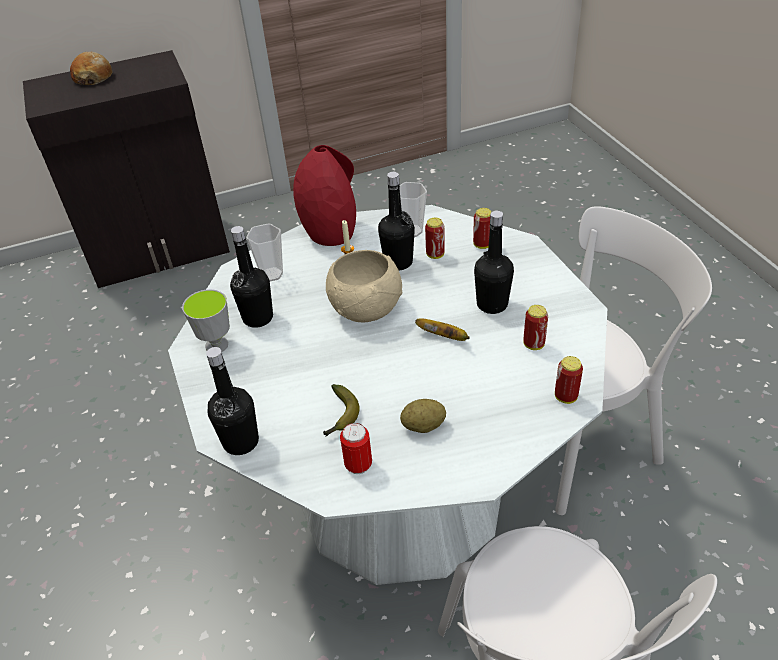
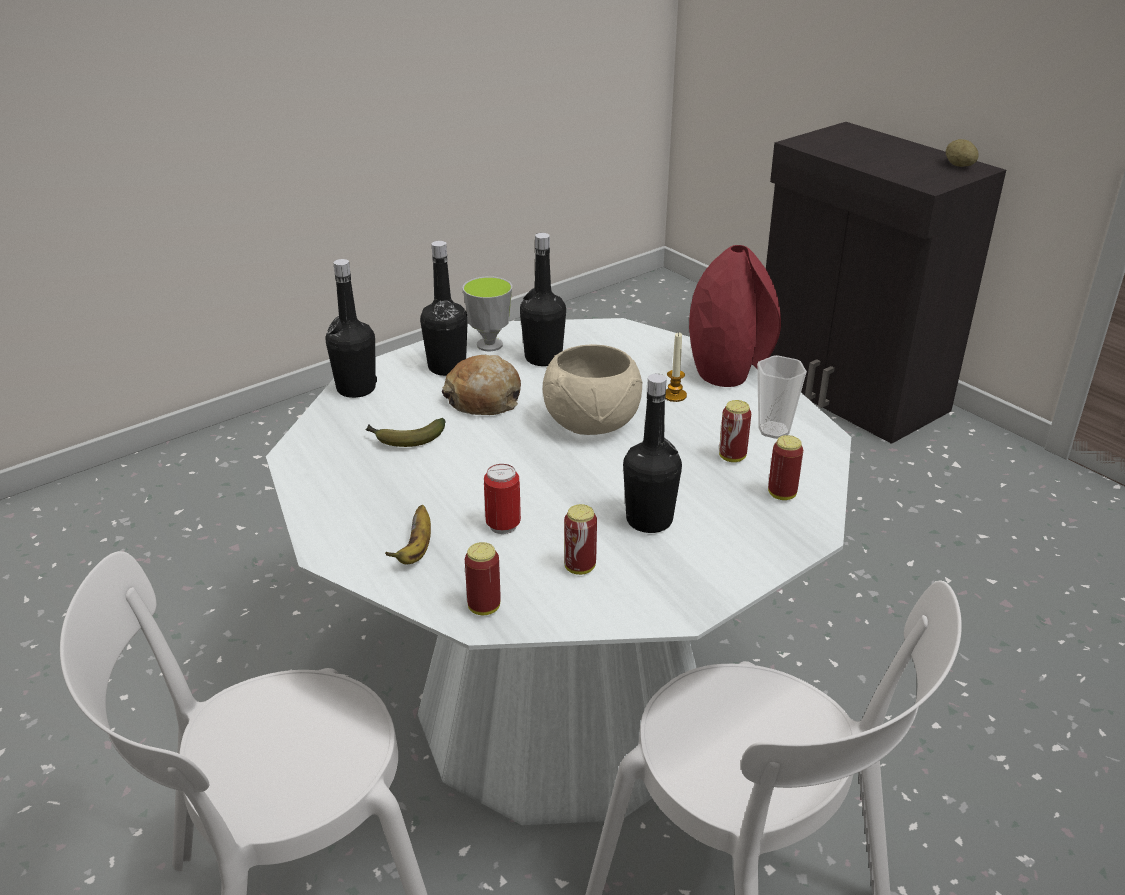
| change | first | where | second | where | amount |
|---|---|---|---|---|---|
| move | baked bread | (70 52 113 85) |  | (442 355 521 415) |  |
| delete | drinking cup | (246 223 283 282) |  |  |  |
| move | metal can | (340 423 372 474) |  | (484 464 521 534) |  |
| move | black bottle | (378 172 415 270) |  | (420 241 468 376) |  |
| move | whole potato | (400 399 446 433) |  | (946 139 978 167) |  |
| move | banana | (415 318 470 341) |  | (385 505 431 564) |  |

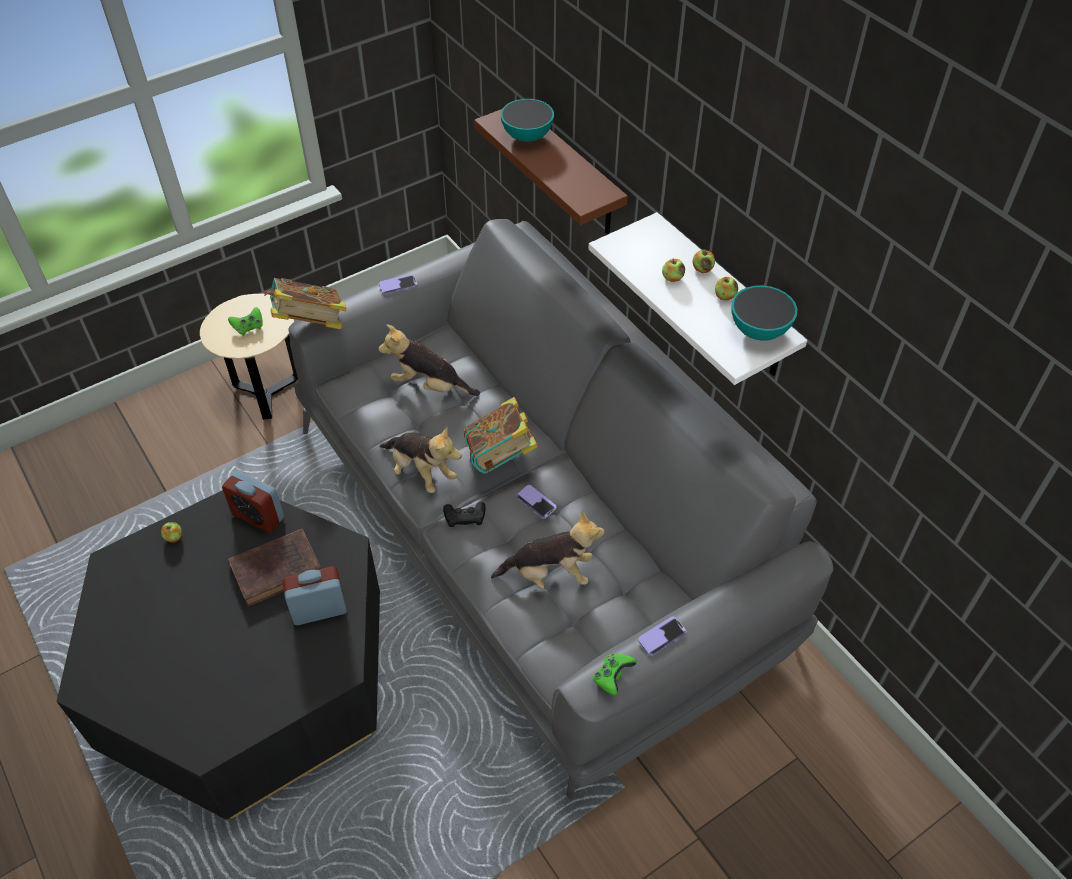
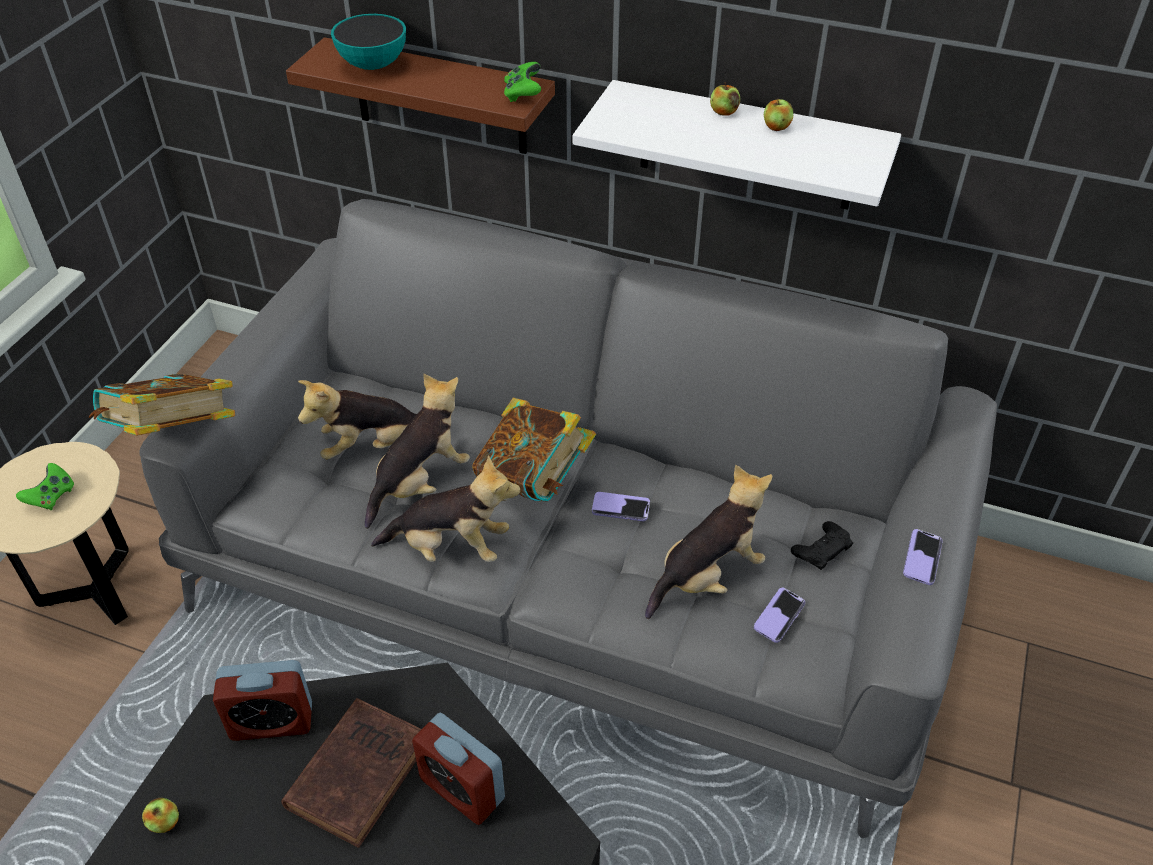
| change | first | where | second | where | amount |
|---|---|---|---|---|---|
| rotate | table clock | (282 566 347 625) |  | (412 713 505 825) | 90 degrees counterclockwise |
| move | telephone | (379 274 417 295) |  | (754 588 805 643) |  |
| move | black gamepad | (443 502 486 527) |  | (791 521 853 570) |  |
| move | greenish gamepad | (593 654 637 695) |  | (504 62 541 102) |  |
| delete | apple | (662 259 685 282) |  |  |  |
| delete | bowl | (731 285 797 341) |  |  |  |
| insert |  |  | cuddly toy | (365 374 470 529) |  |

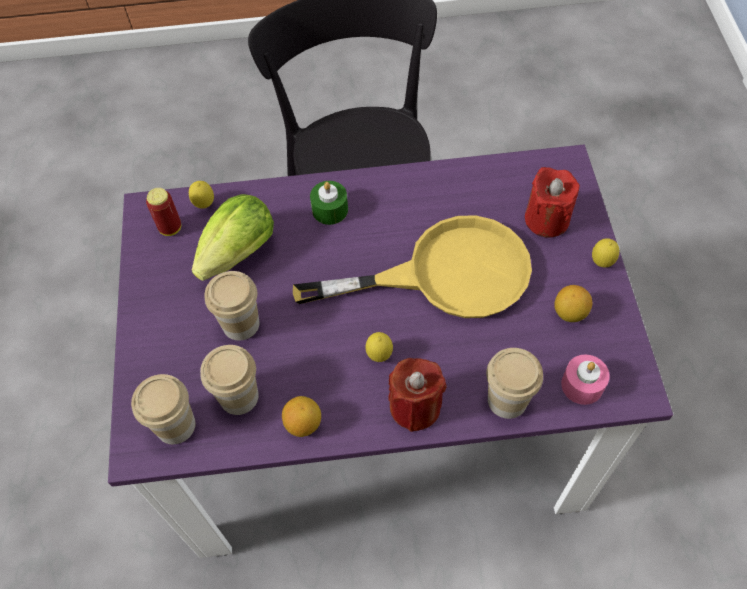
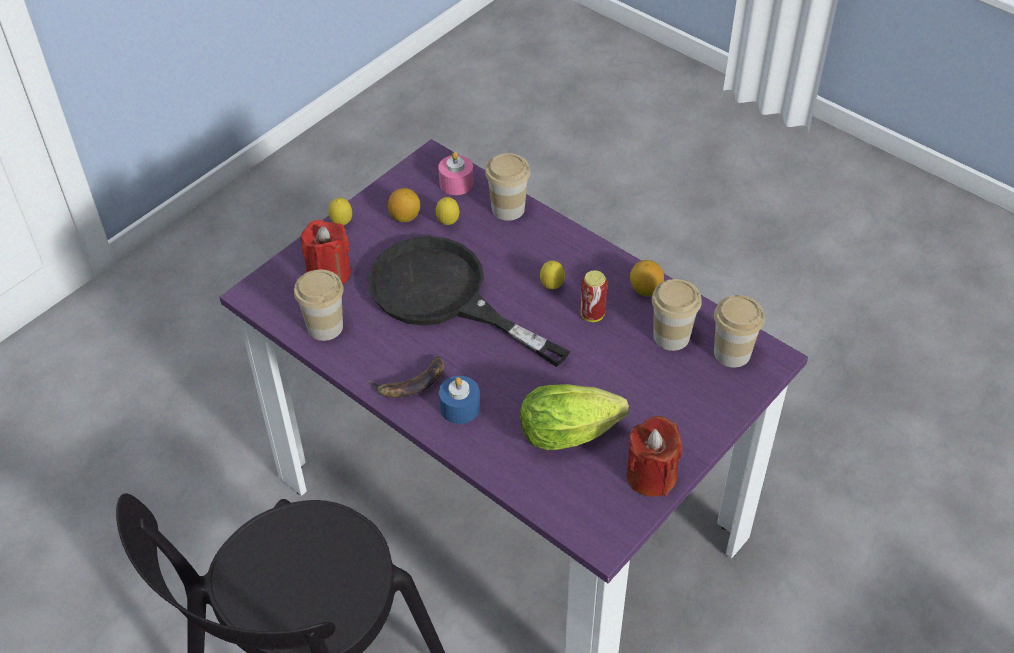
| change | first | where | second | where | amount |
|---|---|---|---|---|---|
| move | metal can | (146 188 181 236) |  | (580 270 608 322) |  |
| move | citrus fruit | (189 181 214 209) |  | (436 197 459 225) |  |
| move | drinking cup | (205 271 260 341) |  | (294 270 344 341) |  |
| recolor | yellowish frying pan | (293 215 532 318) | black frying pan | (368 236 570 367) |  |
| recolor | greenish wax candle | (310 181 348 225) | bluish wax candle | (439 376 480 424) |  |
| move | red wax candle | (388 358 446 432) |  | (626 416 683 497) |  |
| insert |  |  | banana | (369 356 444 398) |  |

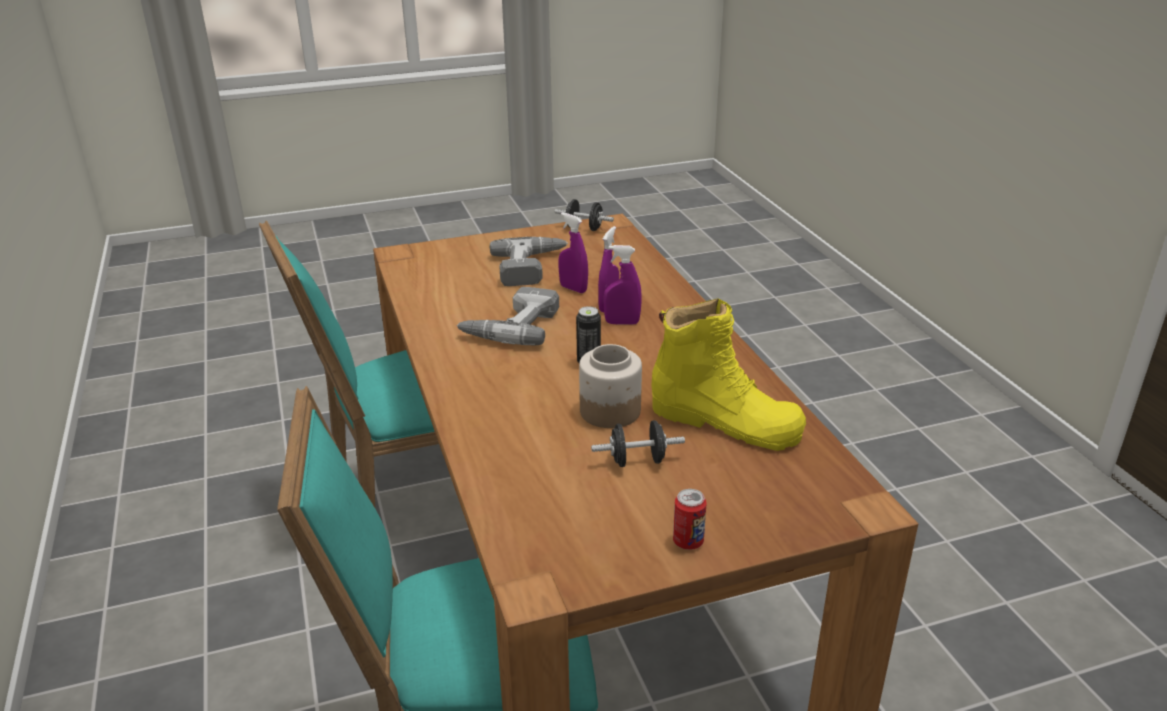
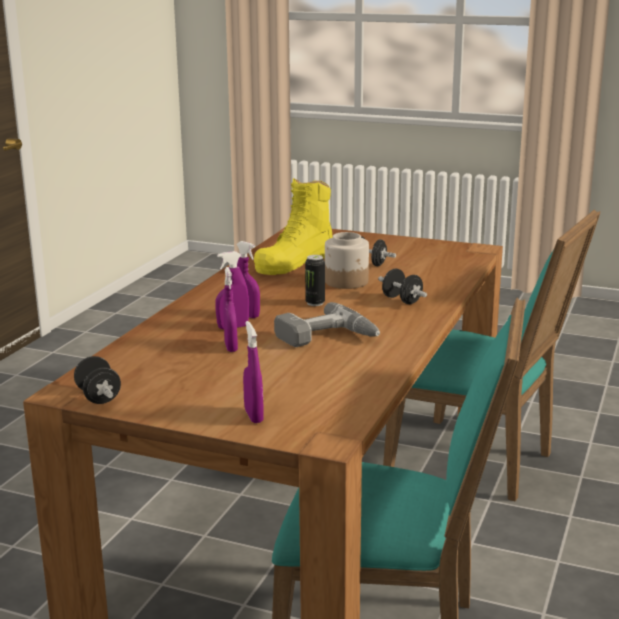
| change | first | where | second | where | amount |
|---|---|---|---|---|---|
| delete | electric drill | (490 237 568 286) |  |  |  |
| rotate | yellowish tall boot | (651 299 806 451) |  | (254 178 333 275) | 120 degrees counterclockwise |
| delete | metal can | (673 489 707 550) |  |  |  |
| insert |  |  | purple sprayer | (243 321 264 423) |  |
| insert |  |  | black free weight | (378 269 427 304) |  |

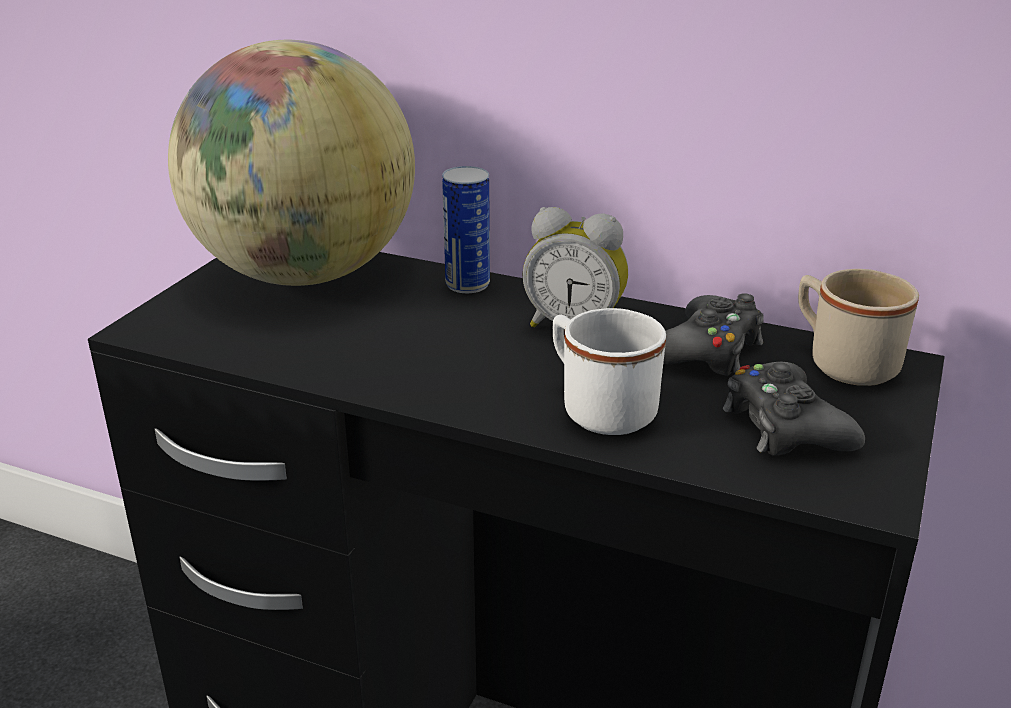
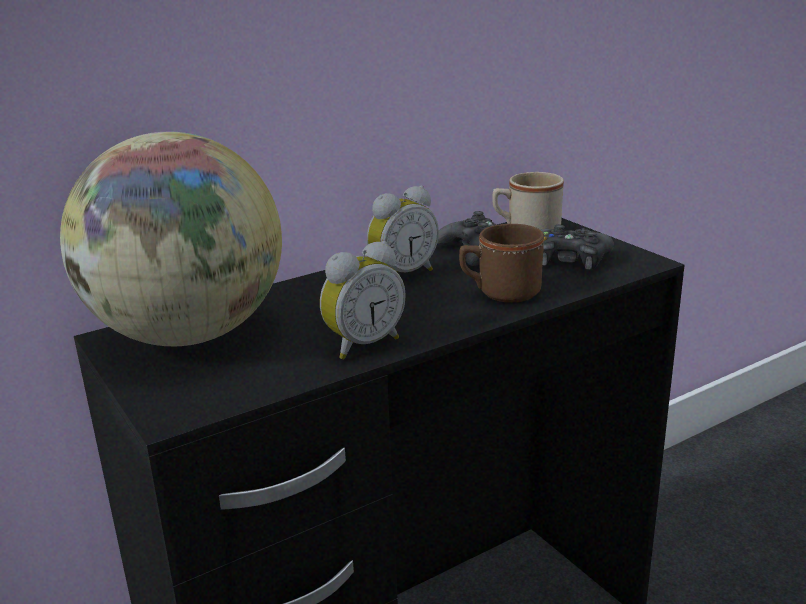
| change | first | where | second | where | amount |
|---|---|---|---|---|---|
| delete | metal can | (442 166 490 293) |  |  |  |
| recolor | white-coloured coffee mug | (553 308 666 435) | brown-coloured coffee mug | (459 224 544 303) |  |
| insert |  |  | table clock | (320 241 406 359) |  |

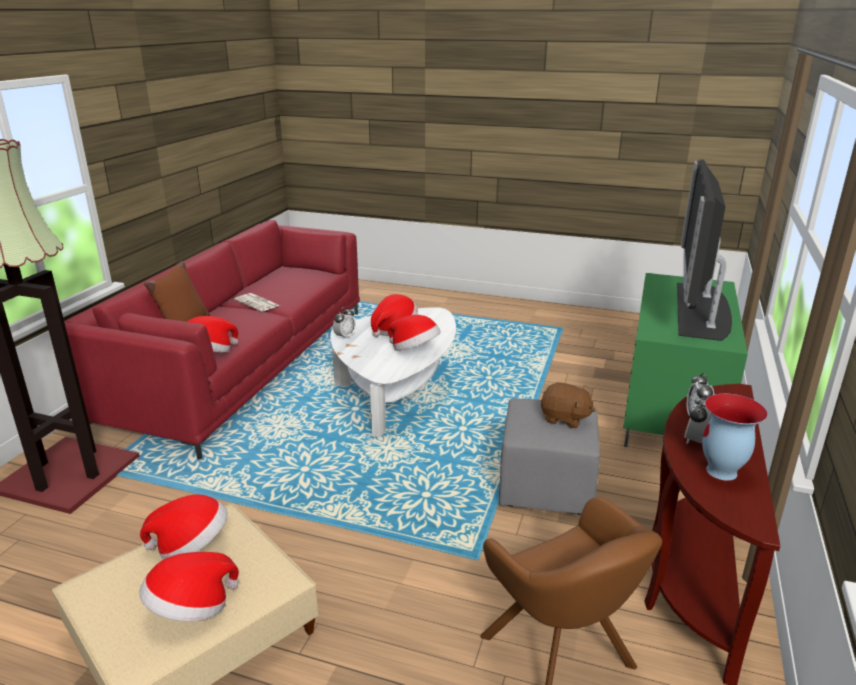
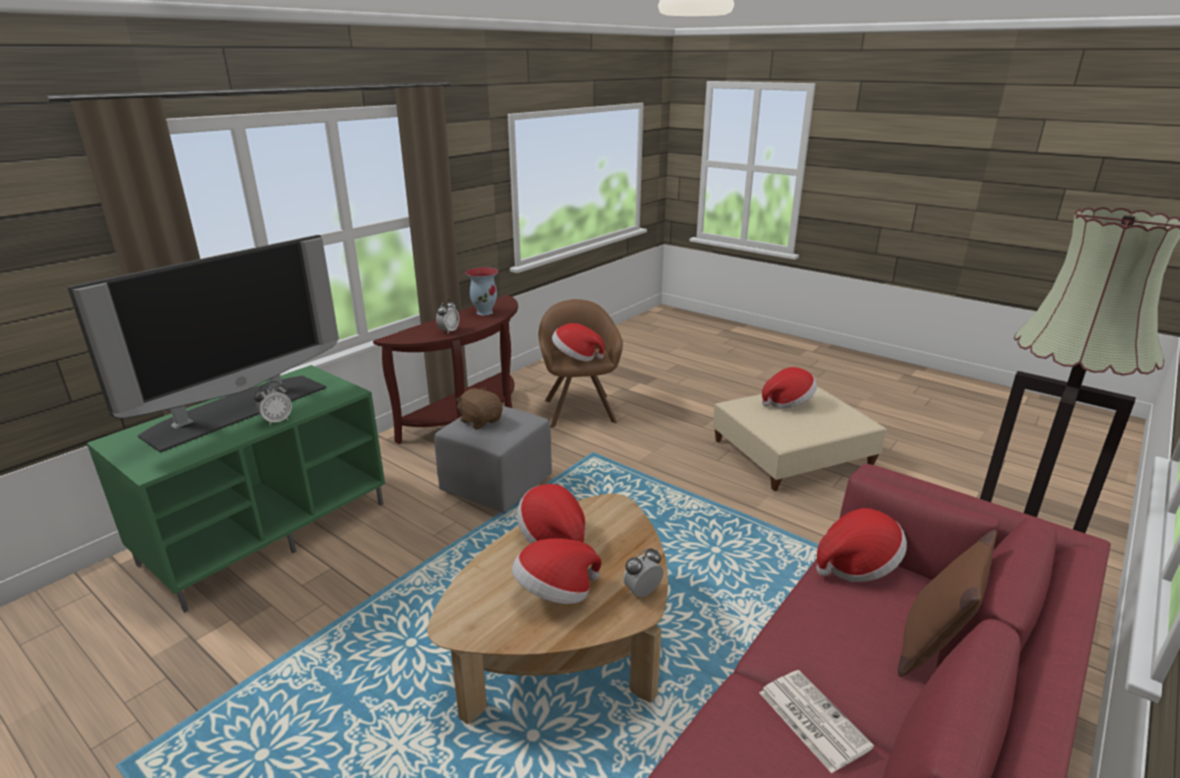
| change | first | where | second | where | amount |
|---|---|---|---|---|---|
| move | wearable hat | (140 494 228 560) |  | (552 323 604 362) |  |
| recolor | white-coloured coffee table | (330 307 456 437) | brown-coloured coffee table | (427 494 668 724) |  |
| move | table clock | (684 395 711 444) |  | (254 381 292 426) |  |

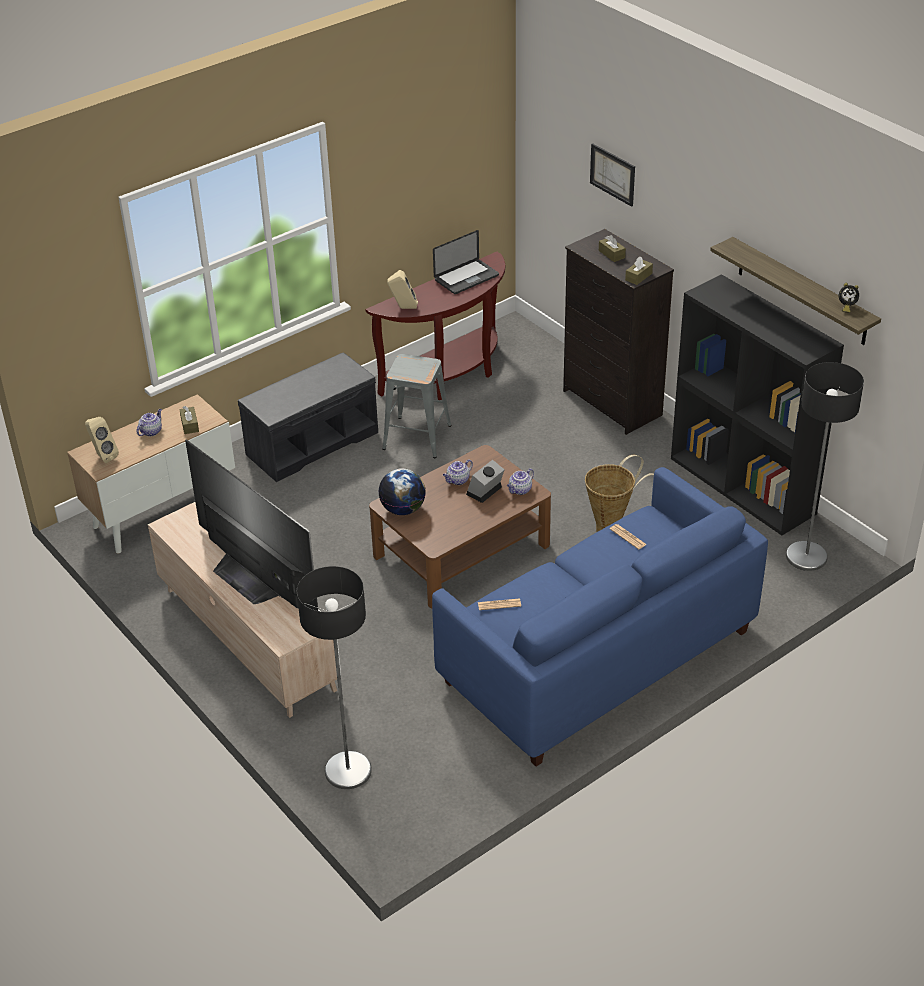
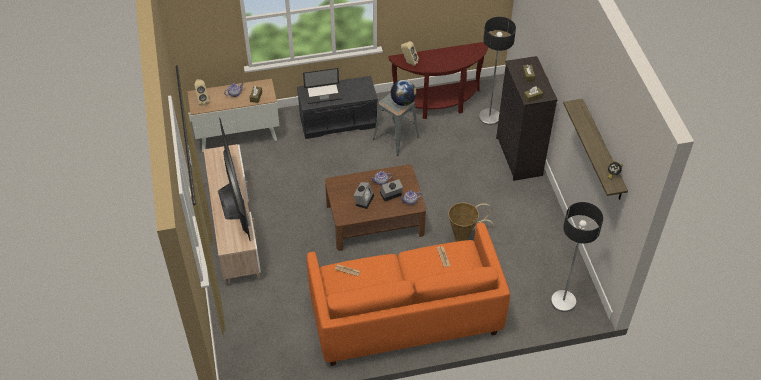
| change | first | where | second | where | amount |
|---|---|---|---|---|---|
| move | standard lamp | (297 566 372 789) |  | (479 17 516 125) |  |
| move | world globe | (378 468 426 515) |  | (391 80 417 106) |  |
| recolor | bluish sofa | (432 467 768 767) | orange-coloured sofa | (307 223 510 366) |  |
| move | laptop | (433 230 499 294) |  | (303 68 342 104) |  |
| delete | wall picture | (590 143 635 207) |  |  |  |
| delete | black shelving unit | (671 274 844 536) |  |  |  |
| insert |  |  | table clock | (353 182 374 209) |  |

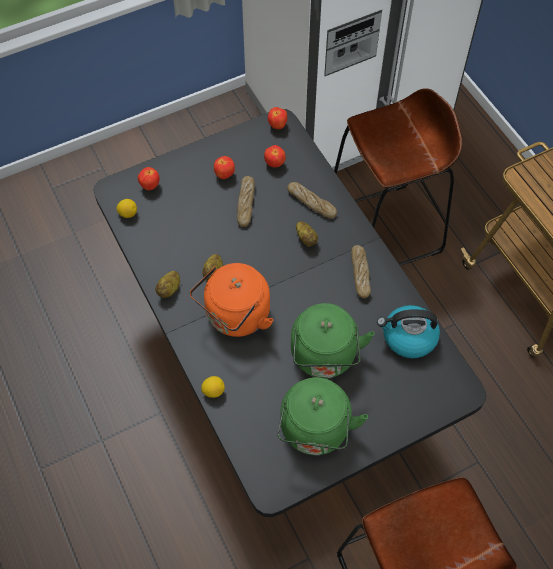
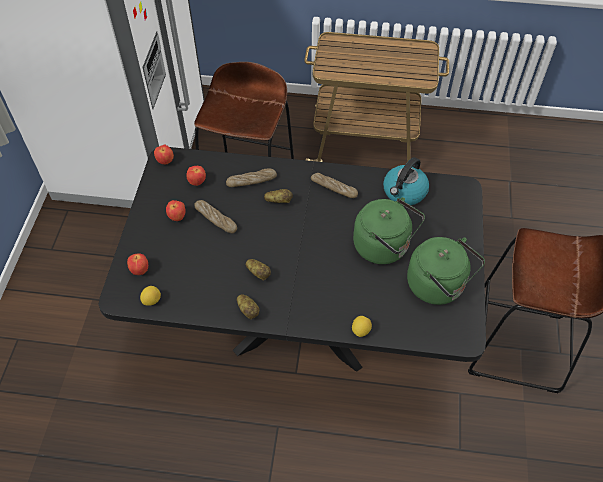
| change | first | where | second | where | amount |
|---|---|---|---|---|---|
| delete | orange-coloured kettle | (190 263 274 337) |  |  |  |

